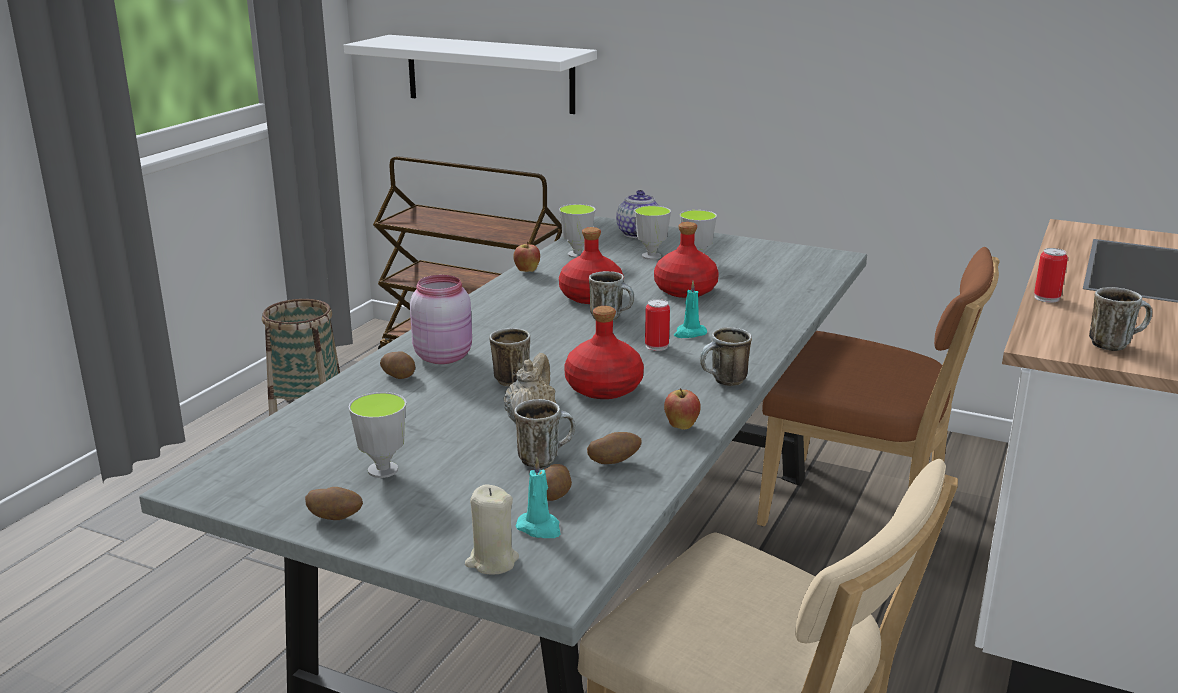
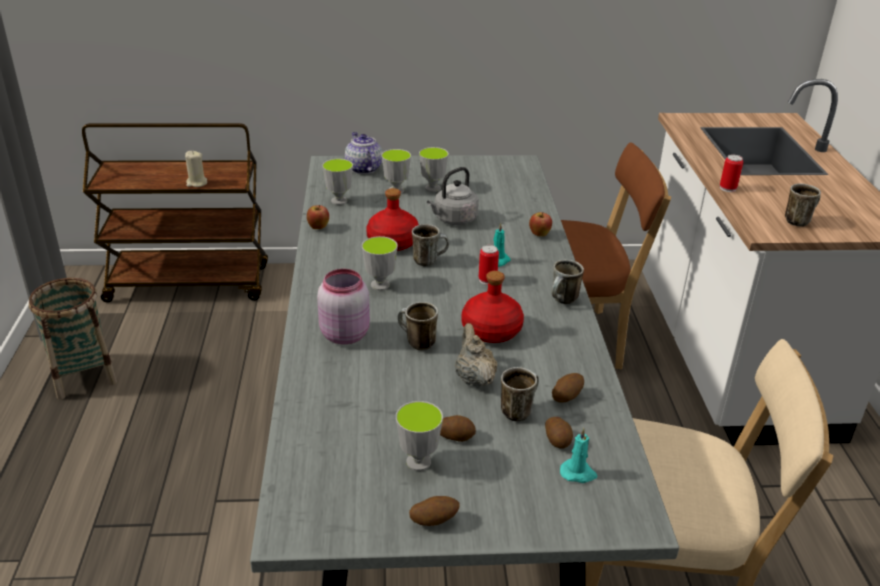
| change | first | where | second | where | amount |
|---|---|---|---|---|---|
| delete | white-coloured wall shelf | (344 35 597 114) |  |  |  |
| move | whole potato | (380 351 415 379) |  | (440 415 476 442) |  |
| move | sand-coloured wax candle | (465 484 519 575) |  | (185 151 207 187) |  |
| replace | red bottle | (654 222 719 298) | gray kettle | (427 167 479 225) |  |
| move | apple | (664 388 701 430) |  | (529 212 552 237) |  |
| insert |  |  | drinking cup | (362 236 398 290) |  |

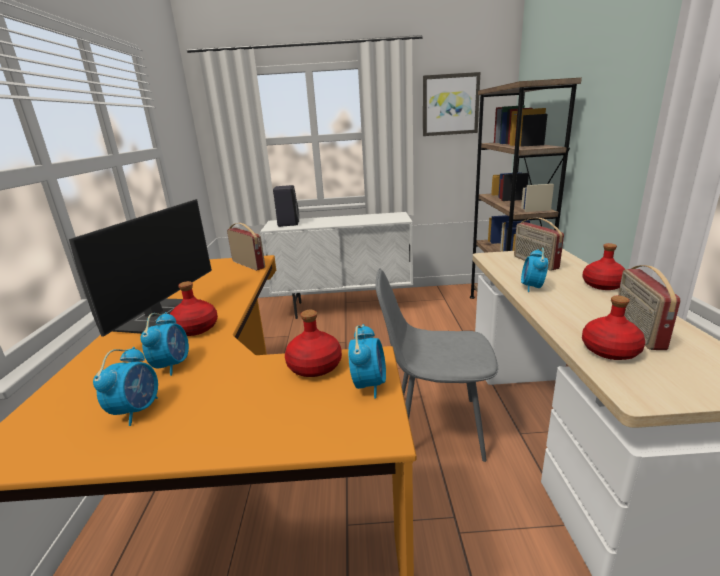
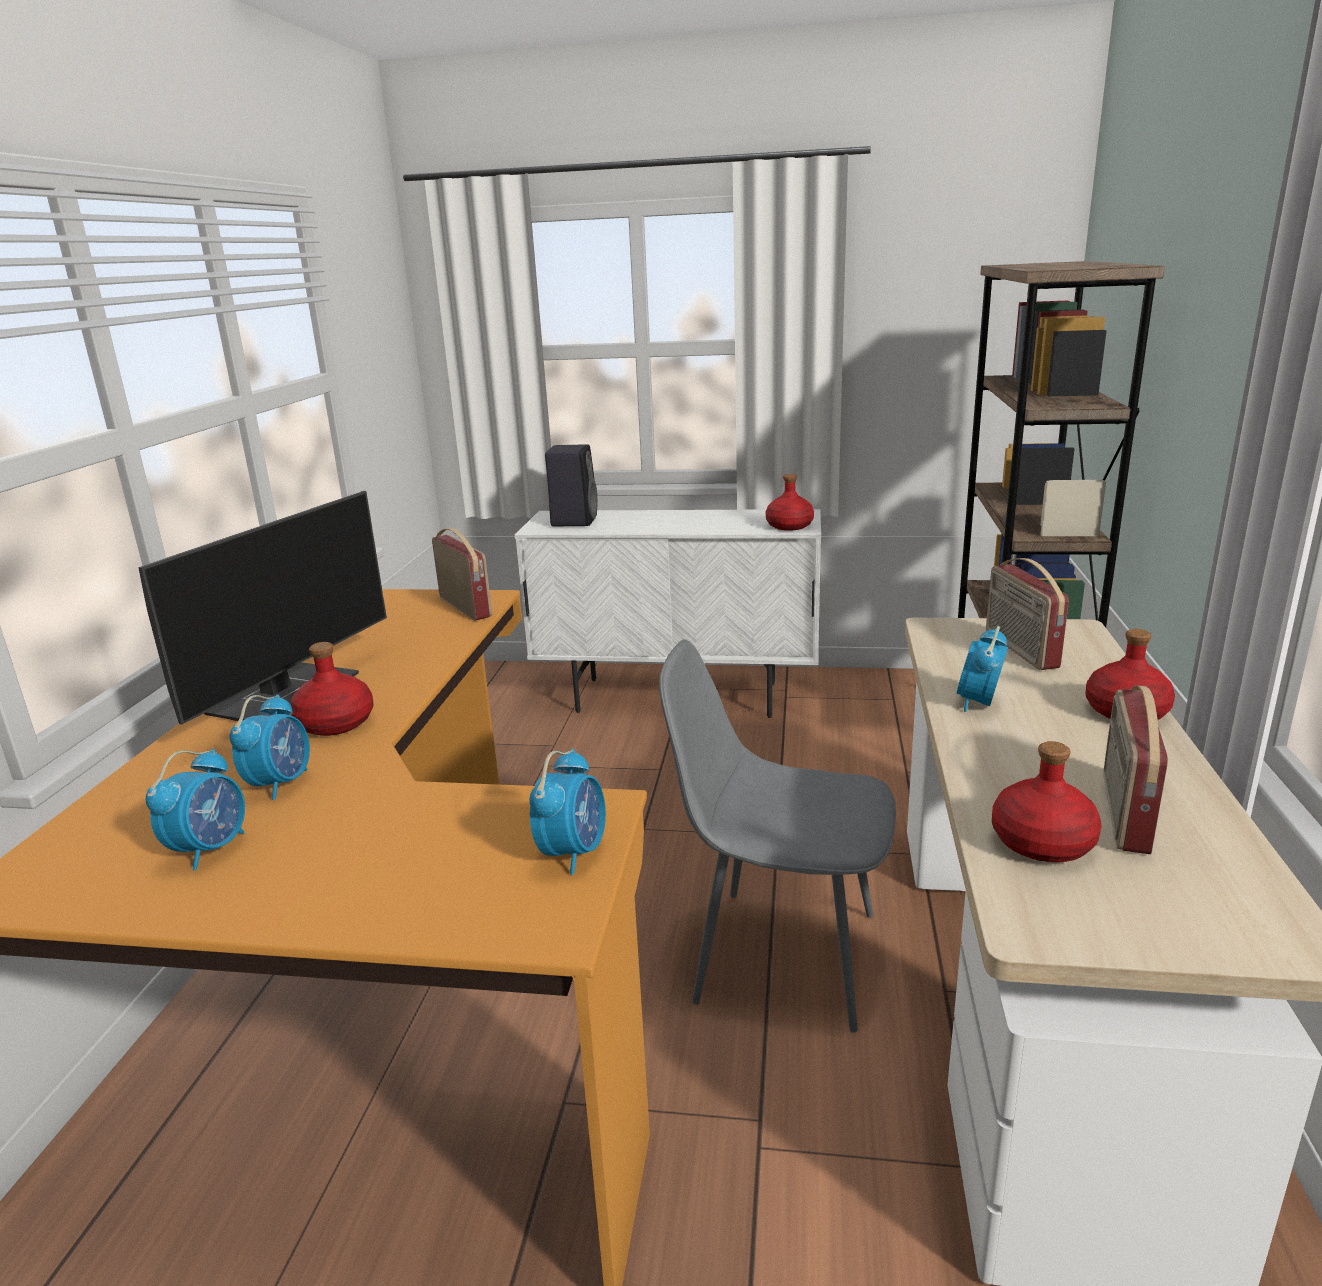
| change | first | where | second | where | amount |
|---|---|---|---|---|---|
| move | red bottle | (285 310 342 377) |  | (766 474 814 531) |  |
| delete | wall picture | (423 72 480 136) |  |  |  |

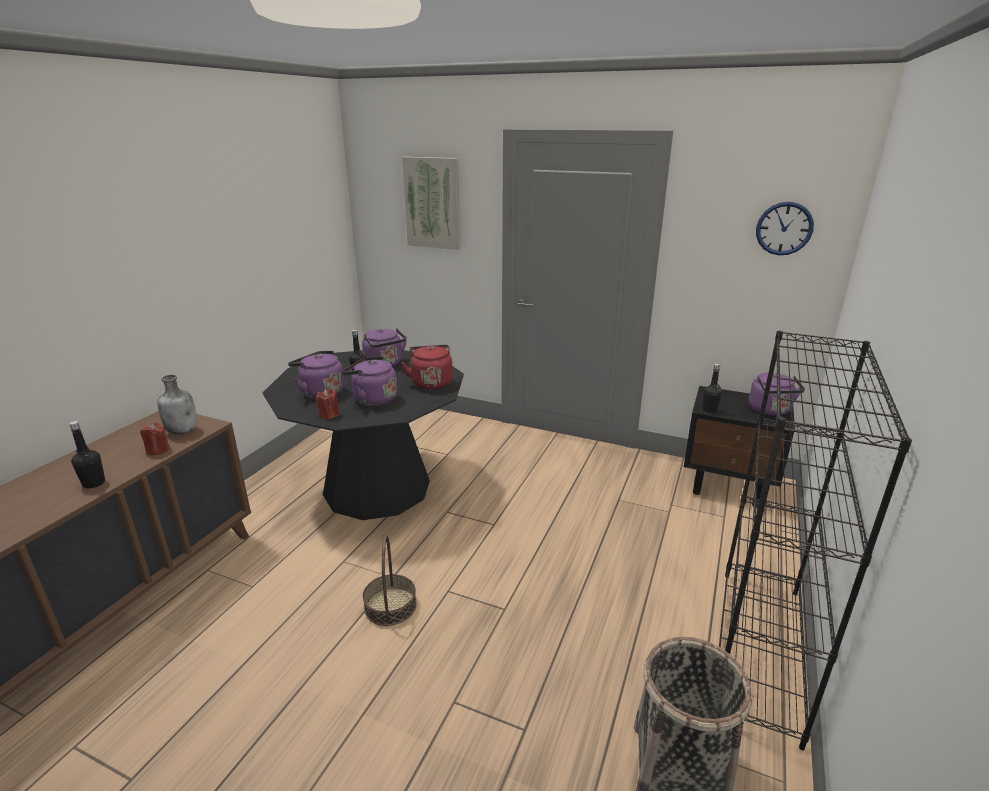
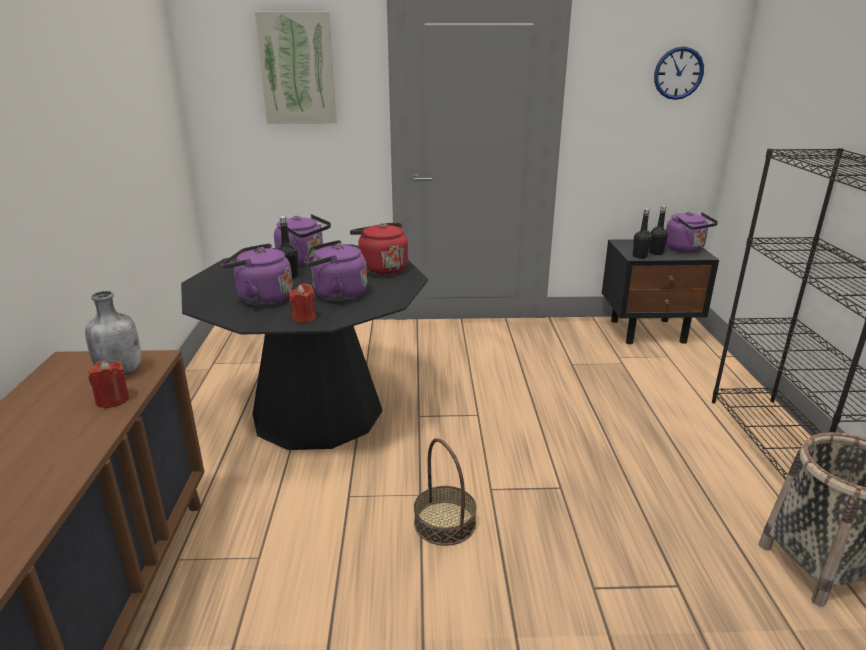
| change | first | where | second | where | amount |
|---|---|---|---|---|---|
| move | black bottle | (69 421 105 488) |  | (649 205 668 255) |  |

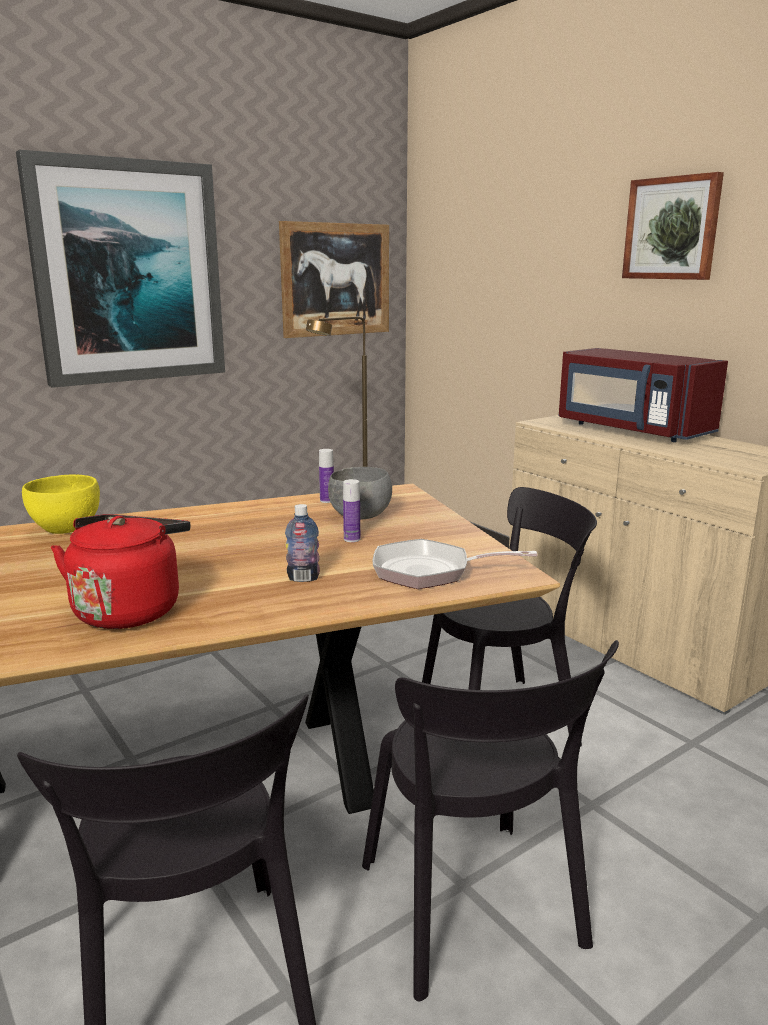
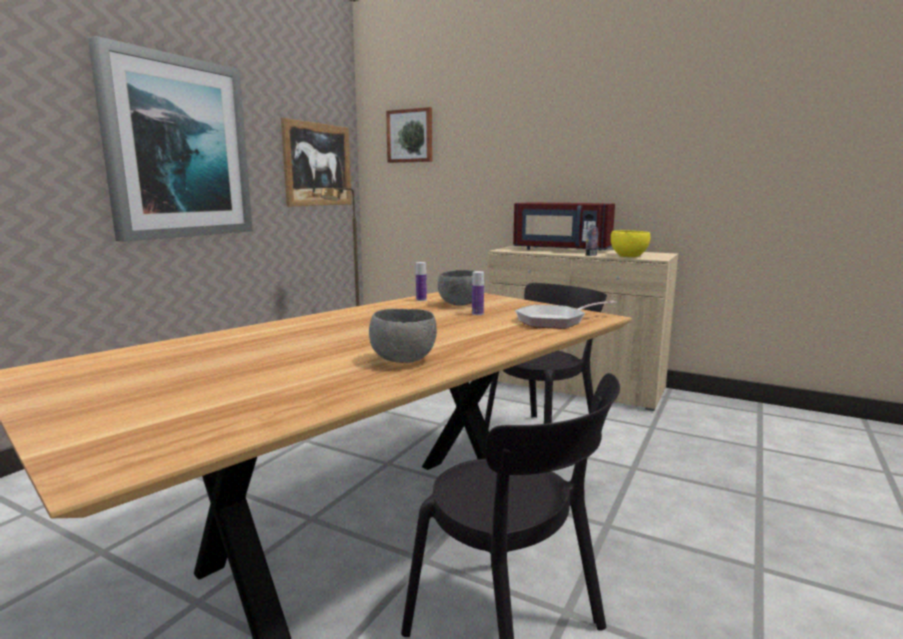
| change | first | where | second | where | amount |
|---|---|---|---|---|---|
| move | yellowish bowl | (22 474 100 534) |  | (611 230 650 257) |  |
| replace | red kettle | (51 514 190 629) | gray bowl | (369 309 437 363) |  |
| move | bottle | (285 504 320 582) |  | (585 222 598 256) |  |
| delete | black upright chair | (362 640 619 1001) |  |  |  |
| move | wall picture | (622 172 724 280) |  | (386 107 432 163) |  |

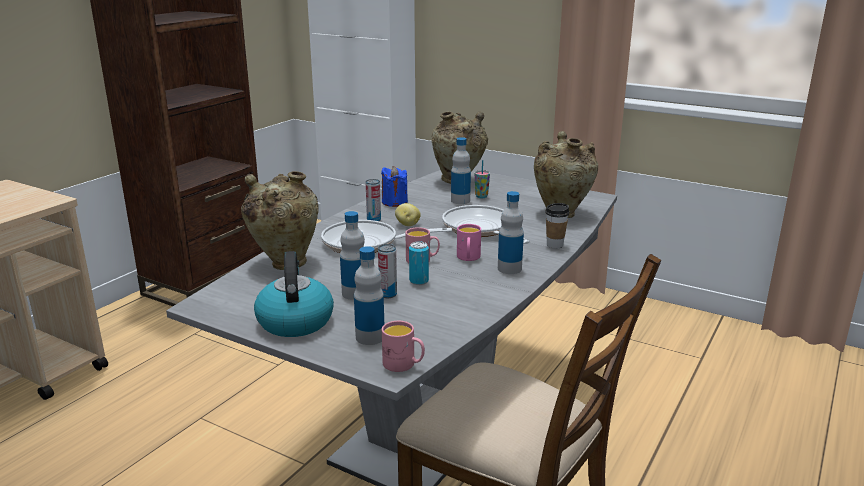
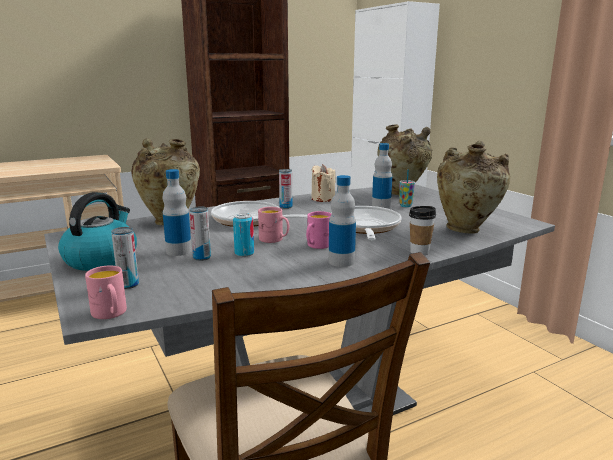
| change | first | where | second | where | amount |
|---|---|---|---|---|---|
| replace | bottle | (354 246 384 345) | metal can | (111 227 139 289) |  |
| recolor | bluish wax candle | (381 166 408 207) | sand-coloured wax candle | (311 164 336 202) |  |
| delete | whole potato | (395 203 421 226) |  |  |  |

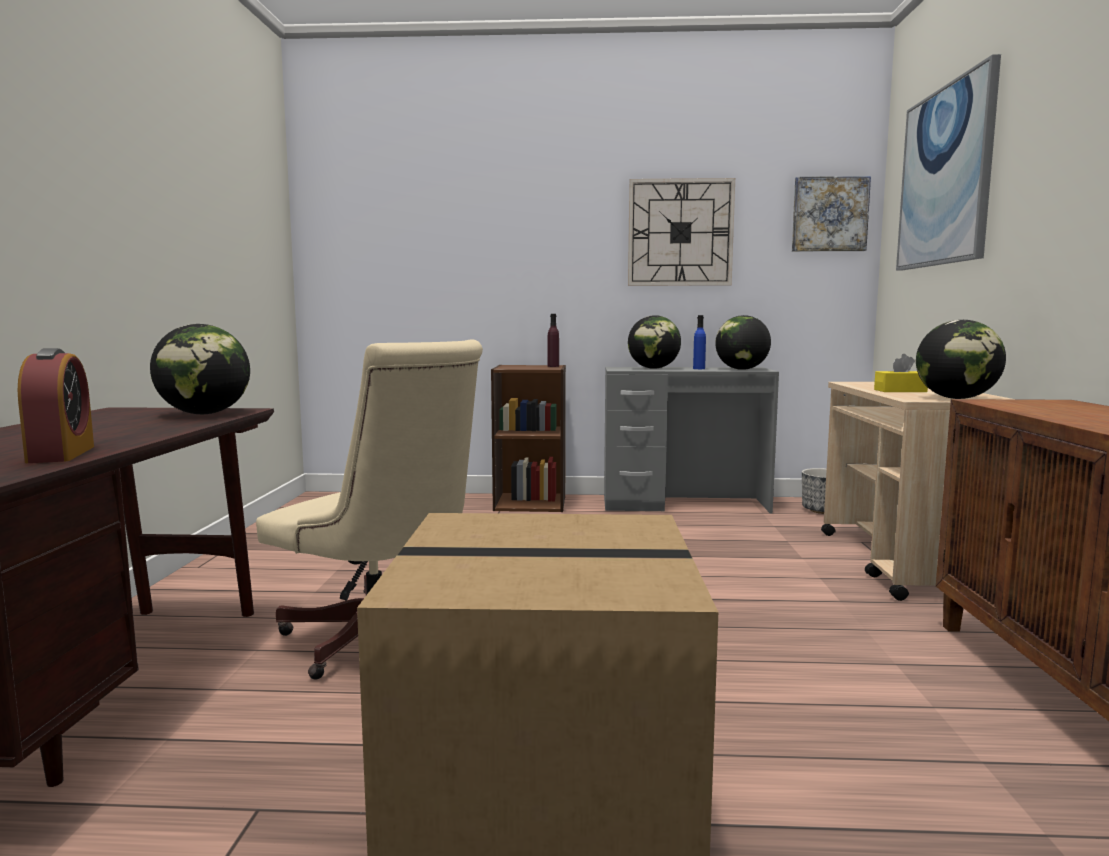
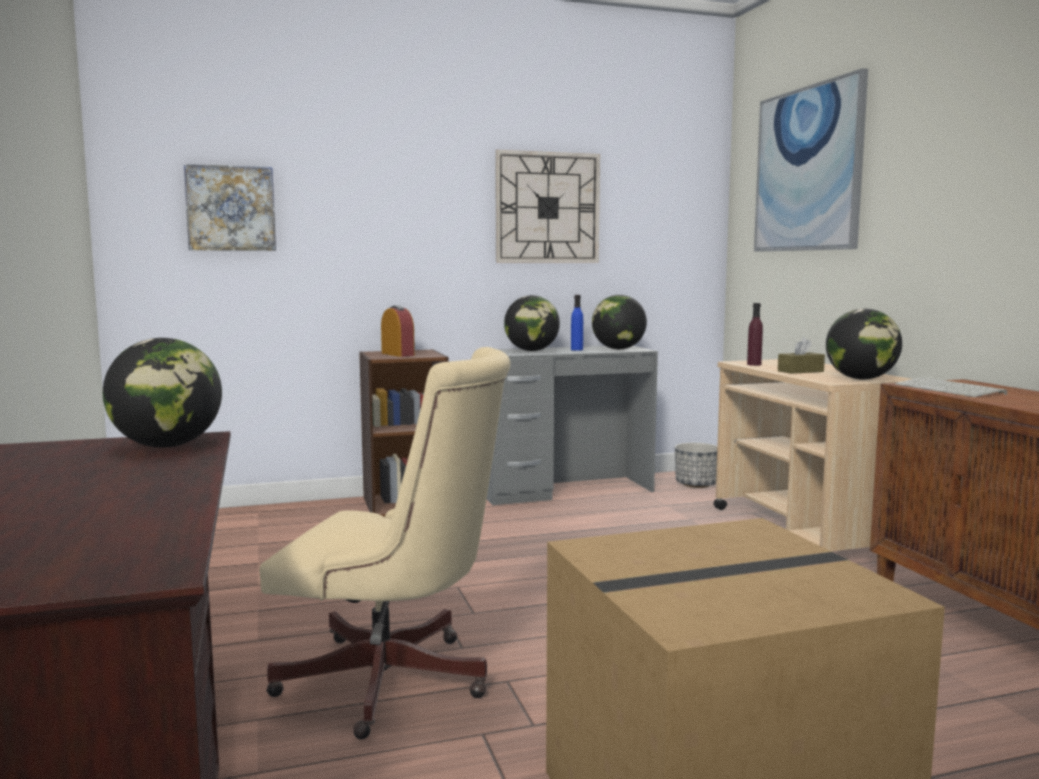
| change | first | where | second | where | amount |
|---|---|---|---|---|---|
| move | table clock | (18 348 94 463) |  | (381 305 415 357) |  |
| move | purple bottle | (547 314 559 367) |  | (747 303 763 366) |  |
| move | wall picture | (792 176 871 251) |  | (184 164 276 251) |  |
| recolor | yellowish tissue holder | (874 354 928 392) | brown-coloured tissue holder | (778 337 825 374) |  |
| insert |  |  | keyboard | (895 377 1007 397) |  |

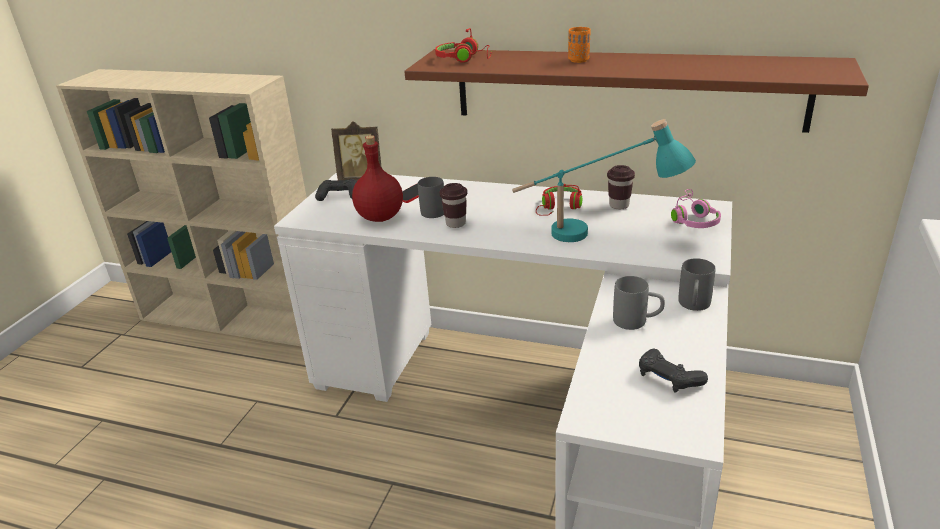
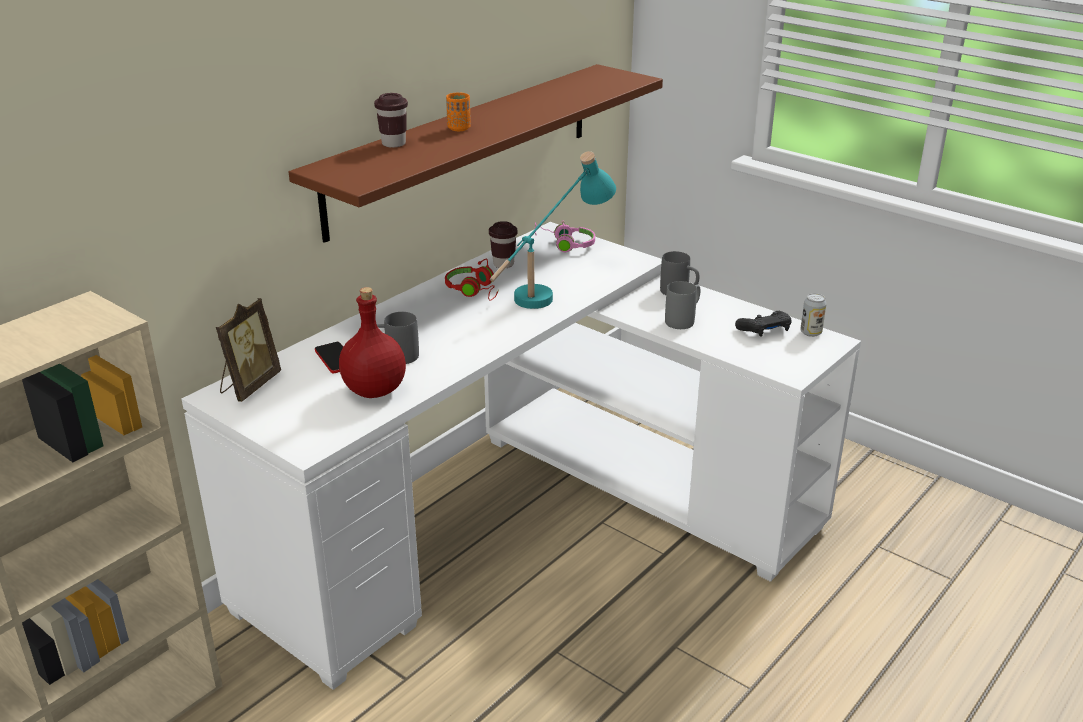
| change | first | where | second | where | amount |
|---|---|---|---|---|---|
| delete | black gamepad | (315 179 357 201) |  |  |  |
| delete | red headphones | (435 28 492 63) |  |  |  |
| move | brown-coloured drinking cup | (440 183 467 228) |  | (374 93 408 148) |  |
| insert |  |  | metal can | (800 293 827 337) |  |

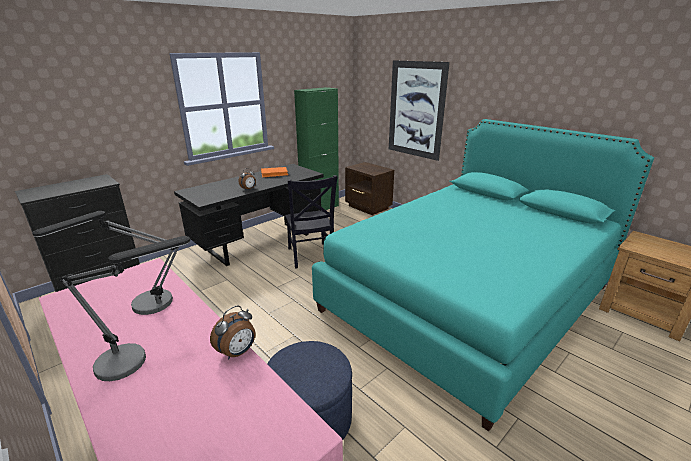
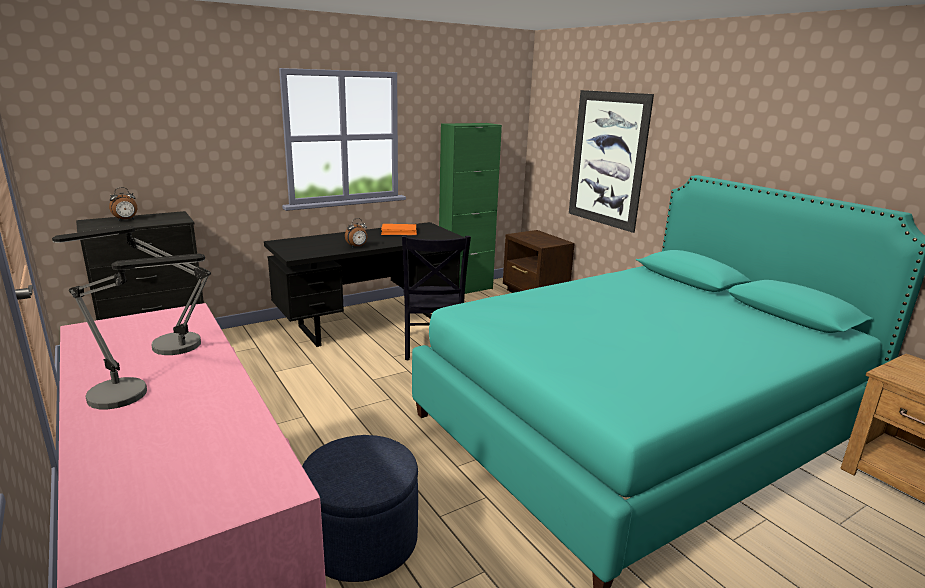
| change | first | where | second | where | amount |
|---|---|---|---|---|---|
| move | table clock | (210 306 255 360) |  | (109 187 137 221) |  |

